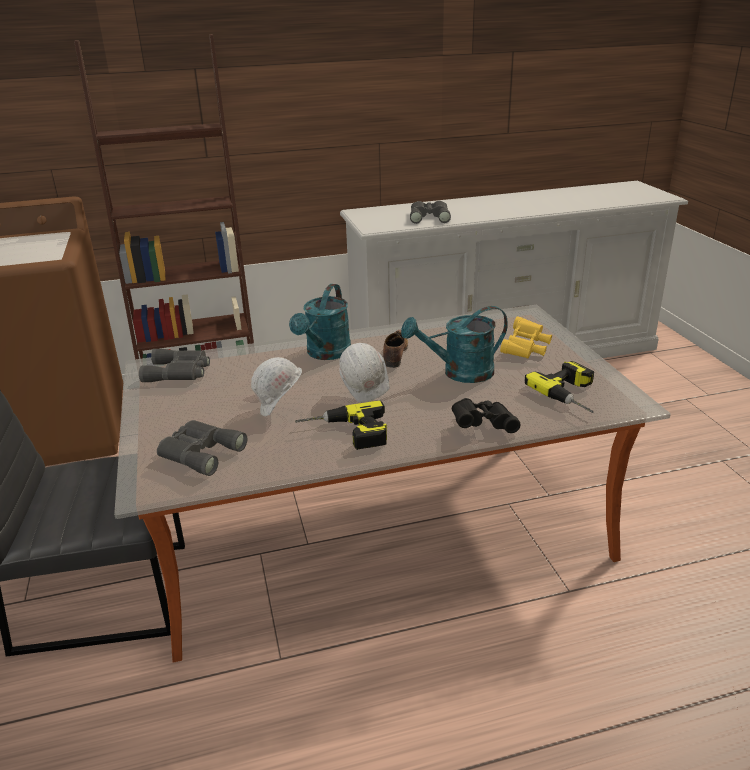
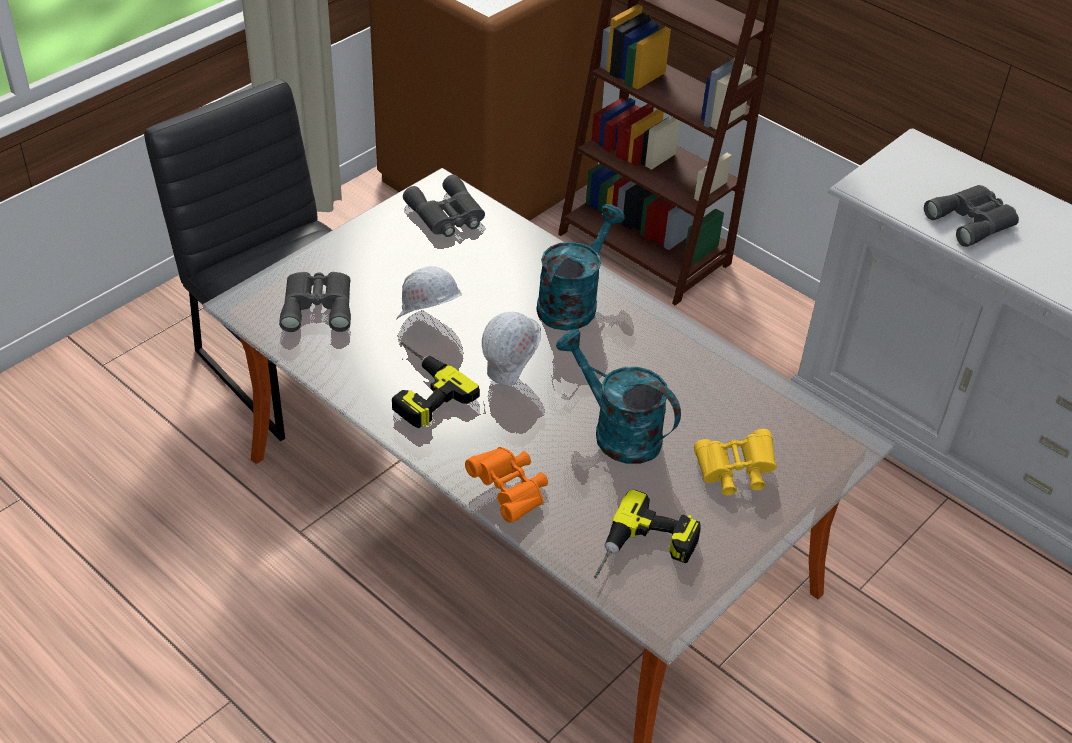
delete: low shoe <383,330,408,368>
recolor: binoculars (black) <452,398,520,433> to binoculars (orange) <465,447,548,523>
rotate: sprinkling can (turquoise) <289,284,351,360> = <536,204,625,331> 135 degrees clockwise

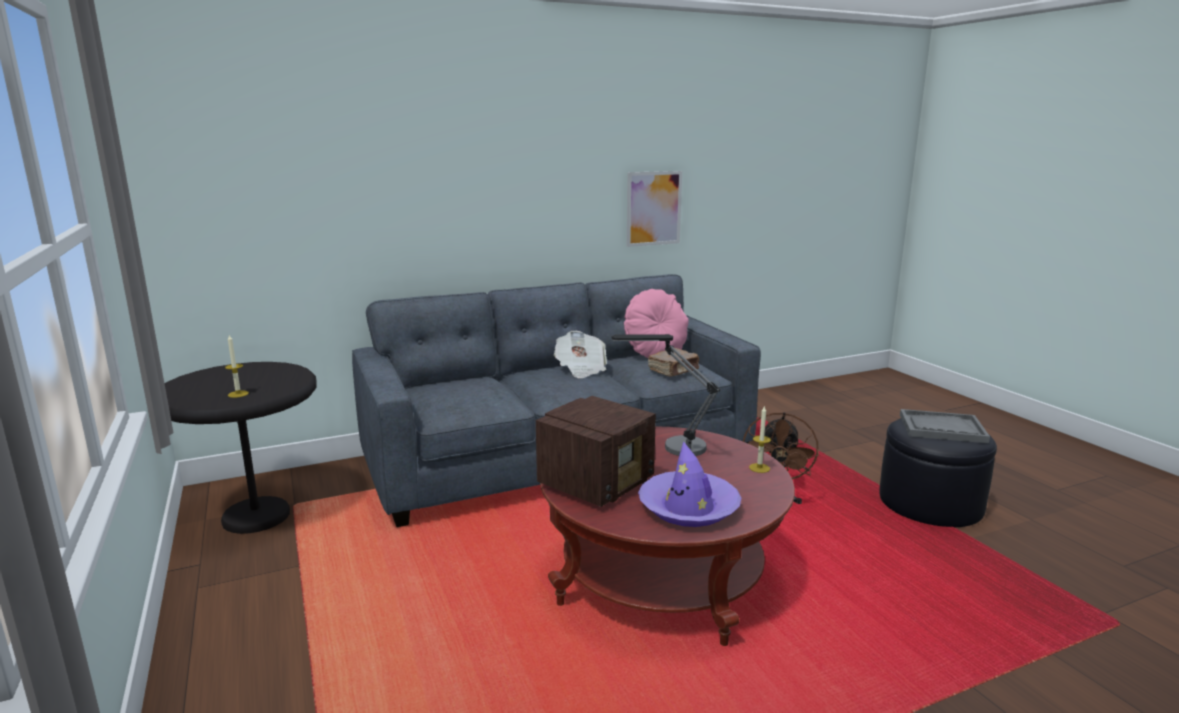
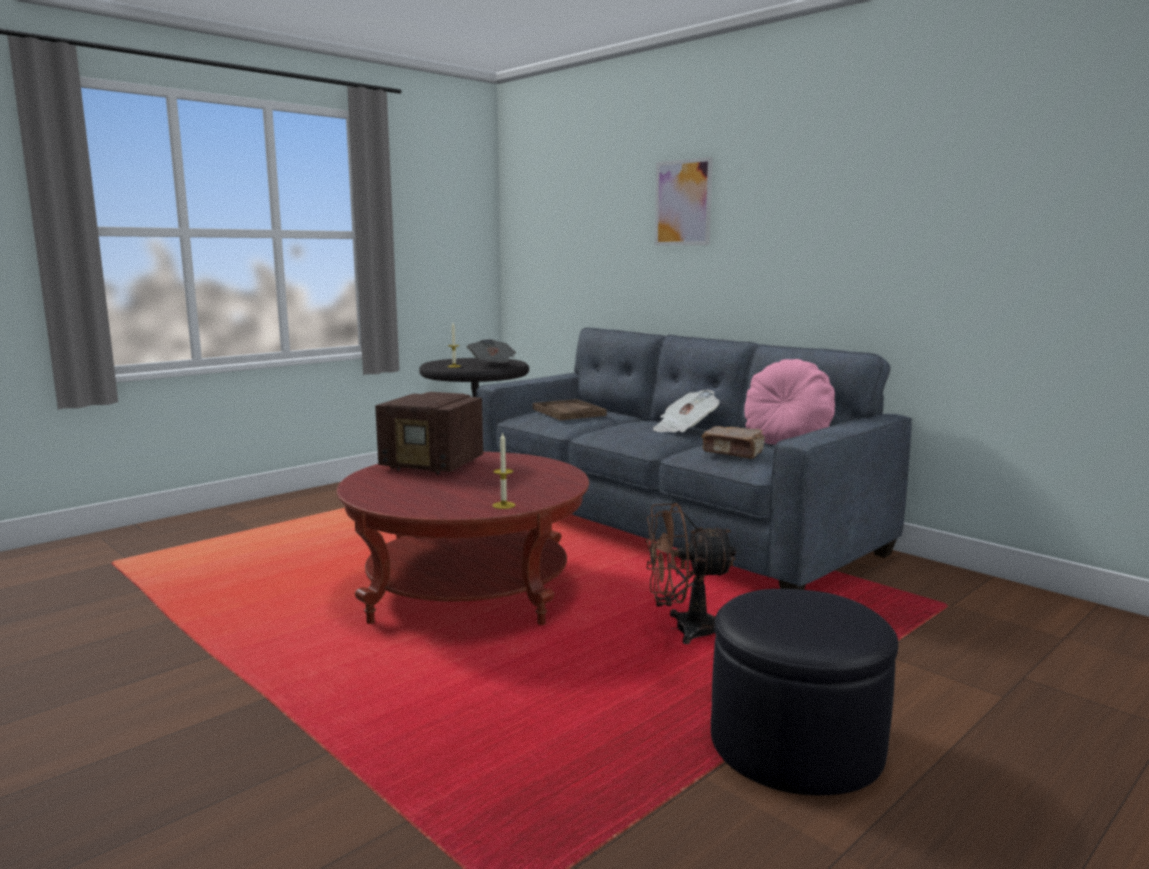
delete: lamp for a table <611,334,720,456>; serving tray (grey) <900,409,990,443>; wearable hat (purple-coloured) <638,441,741,527>
insert: printed paper <467,339,516,363>; serving tray (brown) <533,399,607,420>
move: picture <627,171,682,247> to <655,157,713,245>

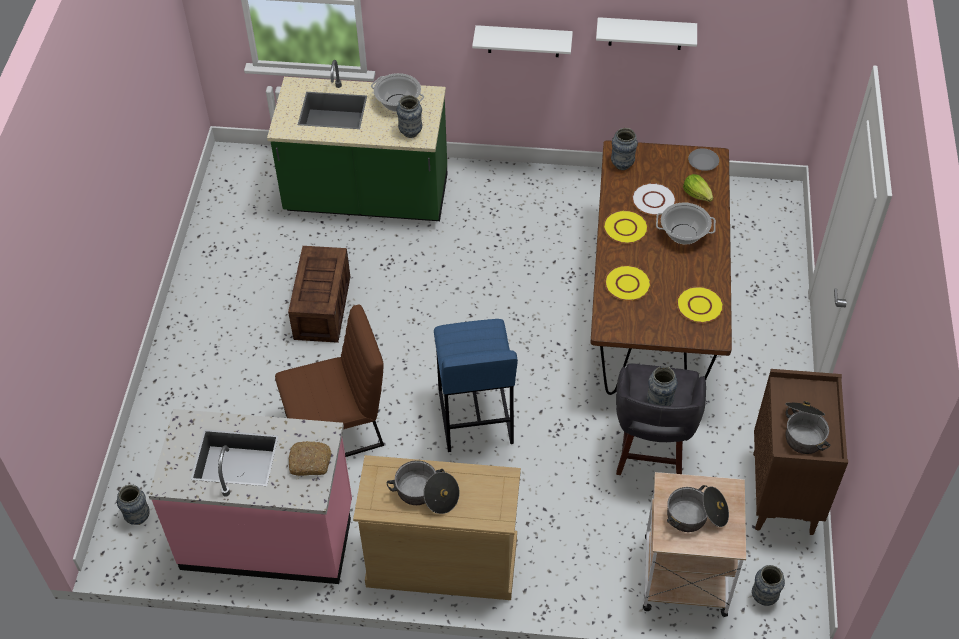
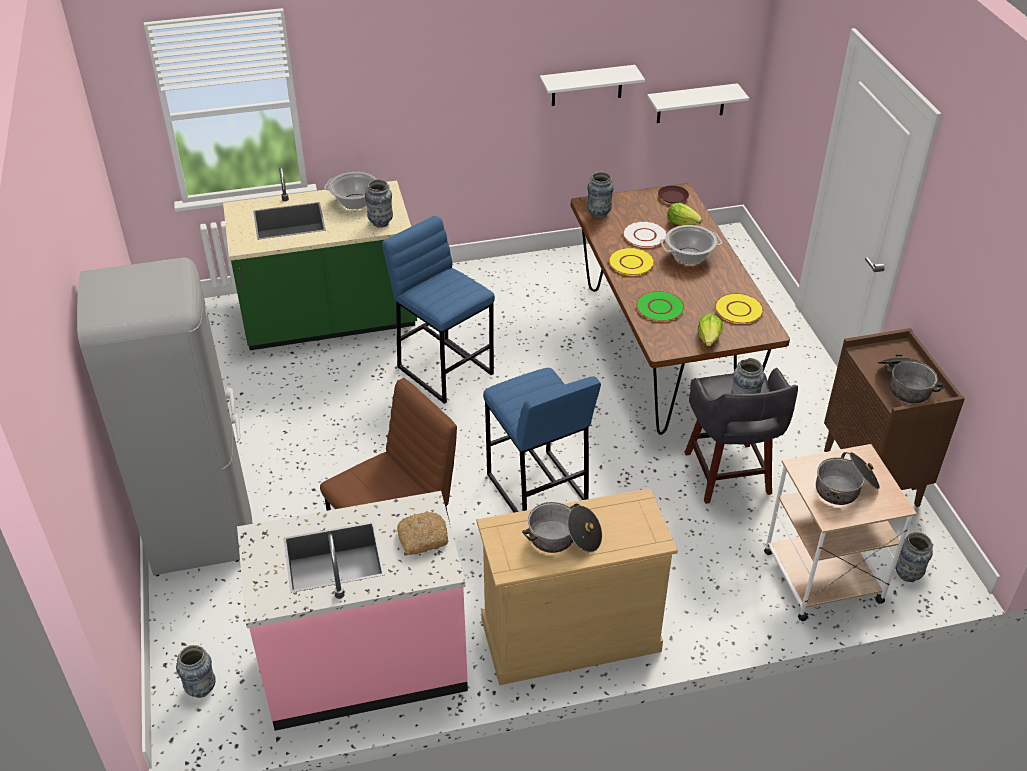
delete: shipping crate <288,246,350,343>
insert: stool seat (blue-coloured) <382,215,495,404>; kitchen fridge (grey) <77,258,253,576>; lettuce <698,313,723,346>
move: shelf (white-coloured) <472,25,573,57> to <647,83,749,123>
recolor: plate (grey) <688,148,719,171> to plate (brown) <658,185,689,204>; plate (yellow-coloured) <605,265,651,301> to plate (green-coloured) <636,291,685,321>

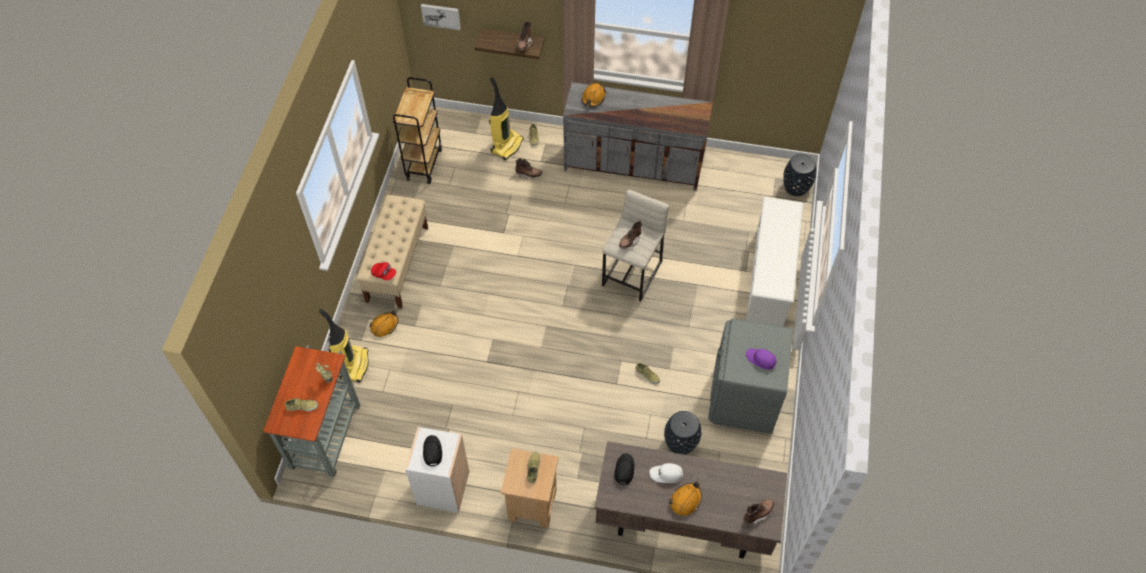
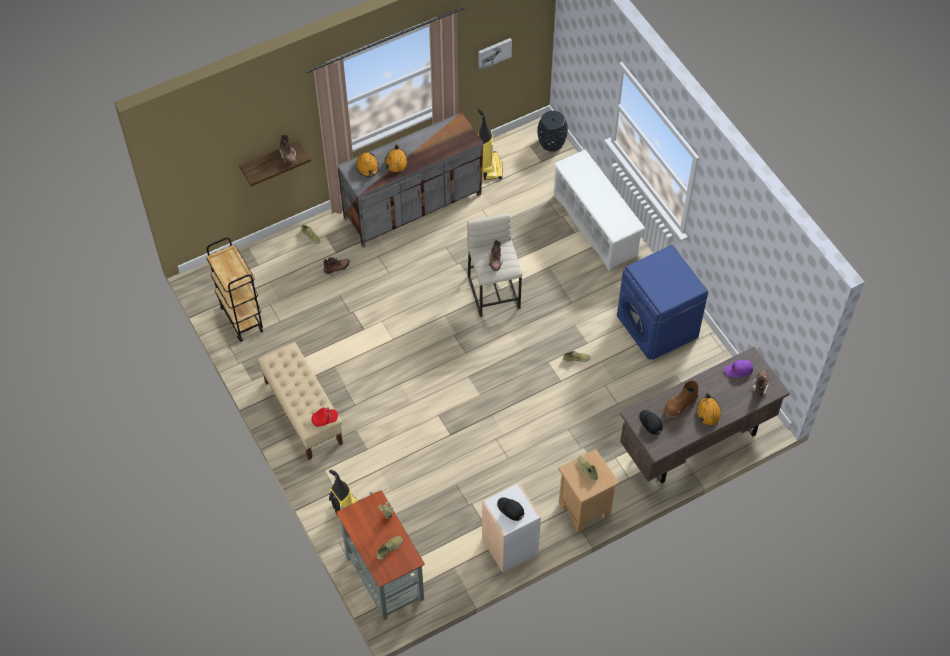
delete: stool seat (black) <664,411,701,455>
move: picture <421,4,461,30> to <478,38,512,70>; vacuum <489,77,524,160> to <477,108,503,180>; hard hat (orange) <369,310,398,337> to <385,144,408,173>; cap (purple-coloured) <746,349,776,370> to <724,360,753,378>
replace: cap (white-coloured) <649,463,683,483> to boot (brown) <664,381,699,418>
recolor: laundry machine (grey) <708,319,793,434> to laundry machine (blue-coloured) <617,245,708,360>

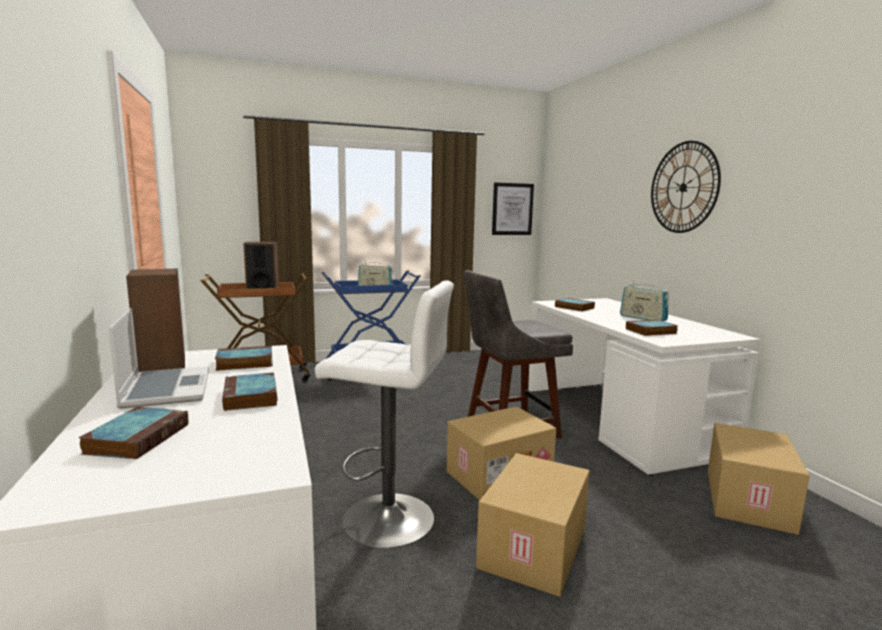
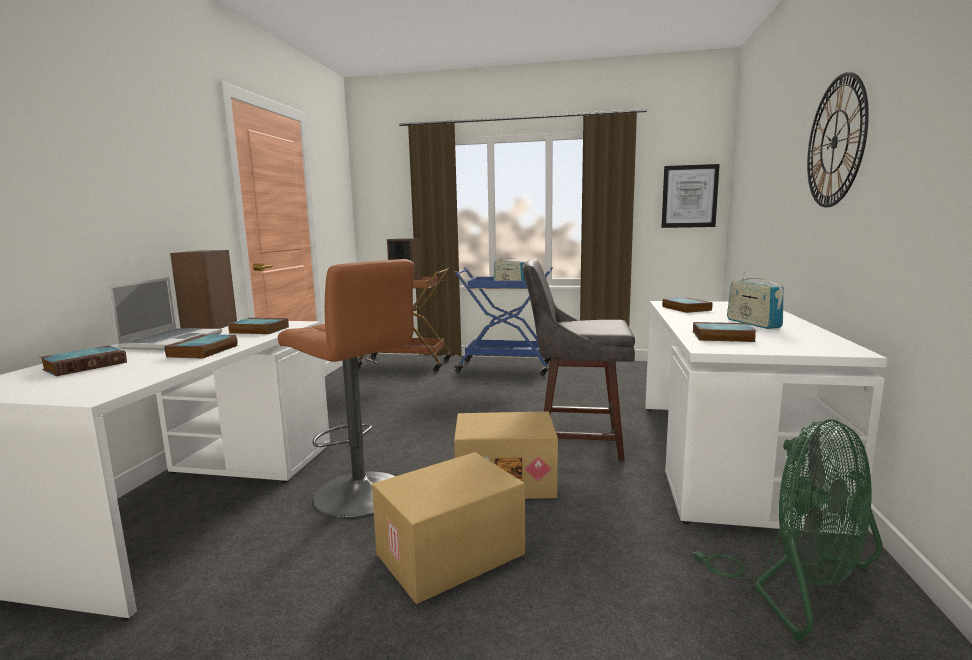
replace: carton <708,423,810,535> to cooling fan (green-coloured) <693,419,883,642>
recolor: stool seat (white-coloured) <315,280,454,548> to stool seat (brown) <278,259,414,517>

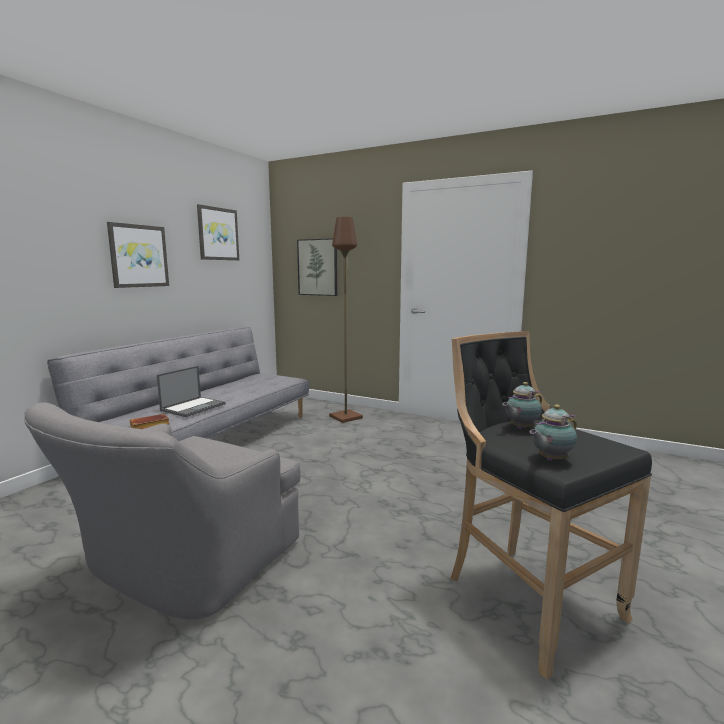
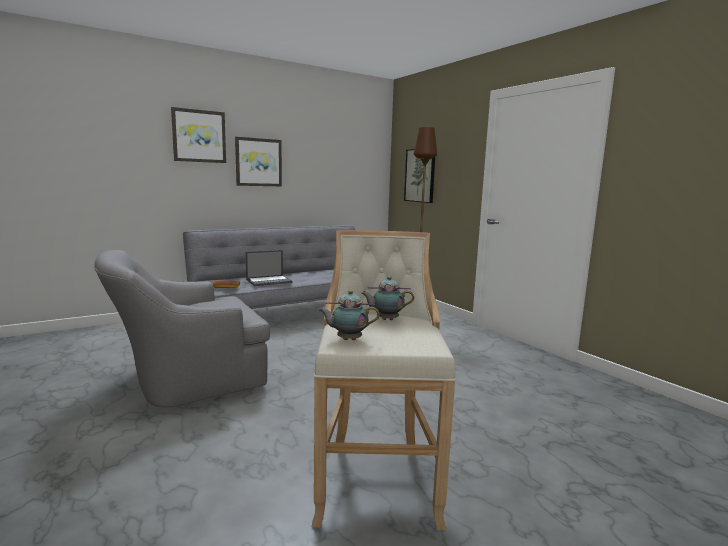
move: picture <197,204,239,260> to <171,107,226,163>
recolor: stool seat (black) <451,331,652,680> to stool seat (beige-coloured) <312,230,456,530>

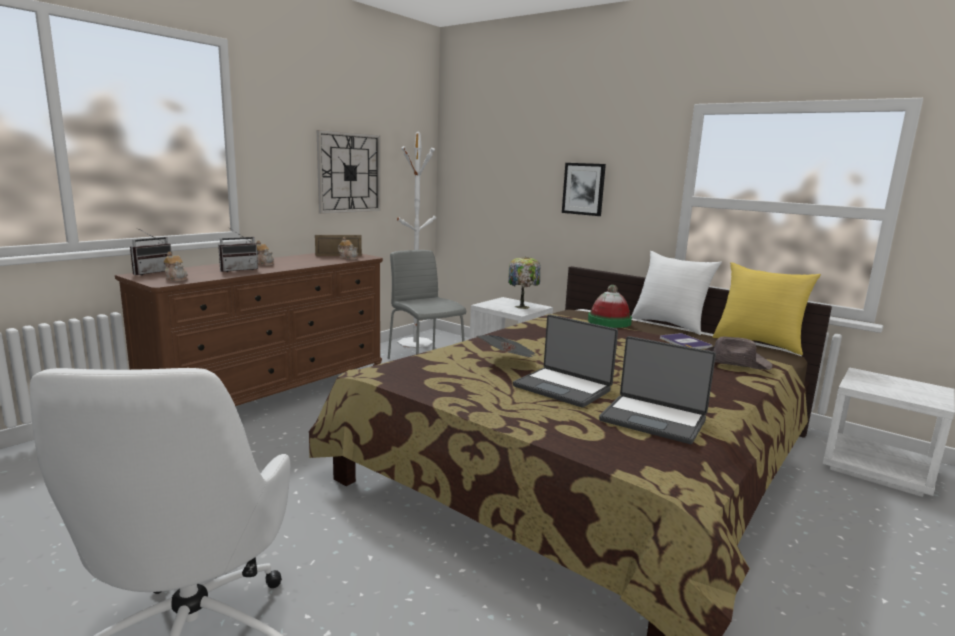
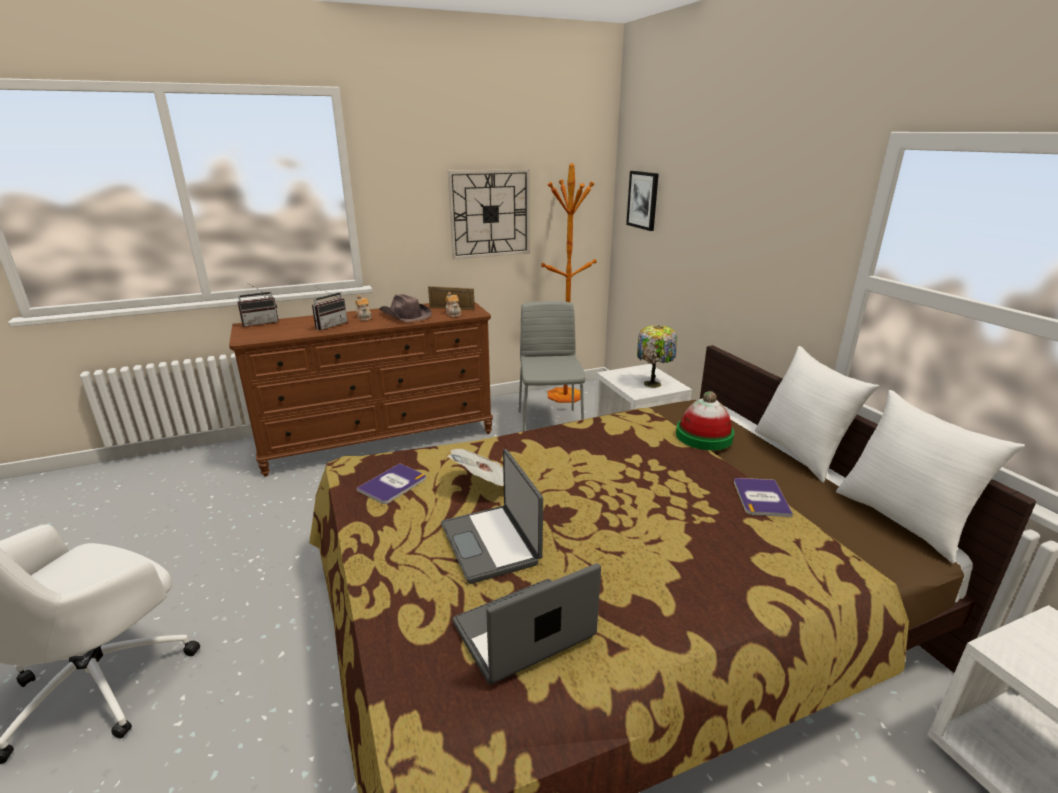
delete: tea pot <163,252,188,282>
insert: bound book <356,463,426,504>
move: picture <562,163,606,216> to <626,171,659,231>; wearable hat (brown) <705,337,773,370> to <380,294,432,322>
recolor: clothes rack (white-coloured) <397,132,436,348> to clothes rack (orange) <541,163,597,403>; throw pillow (yellow-coloured) <713,262,821,355> to throw pillow (white-coloured) <836,390,1025,564>
rotate: radio set <218,227,258,272> = <312,286,348,330> 45 degrees counterclockwise; portable computer <599,336,716,444> = <453,563,601,685> 90 degrees clockwise

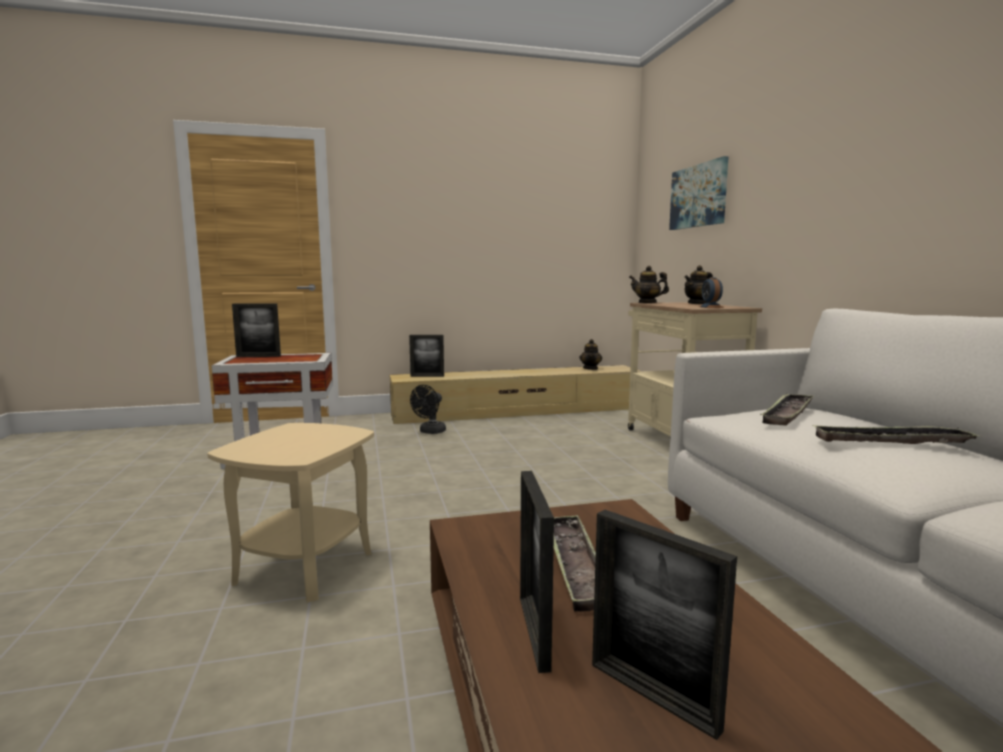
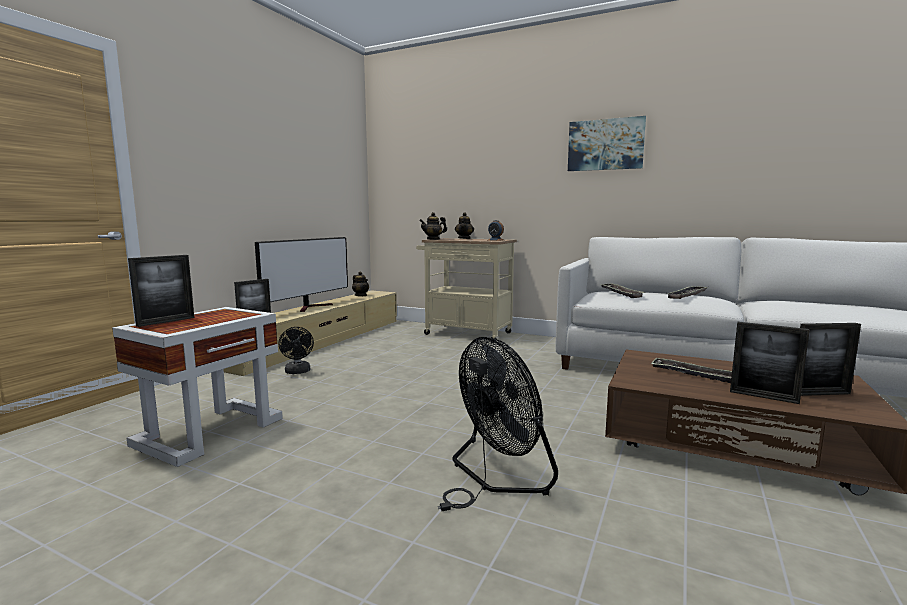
insert: TV <255,237,348,312>
move: picture <669,156,729,230> to <568,116,646,171>
replace: accent table (beige-coloured) <207,423,374,603> to cooling fan (black) <437,337,558,511>

